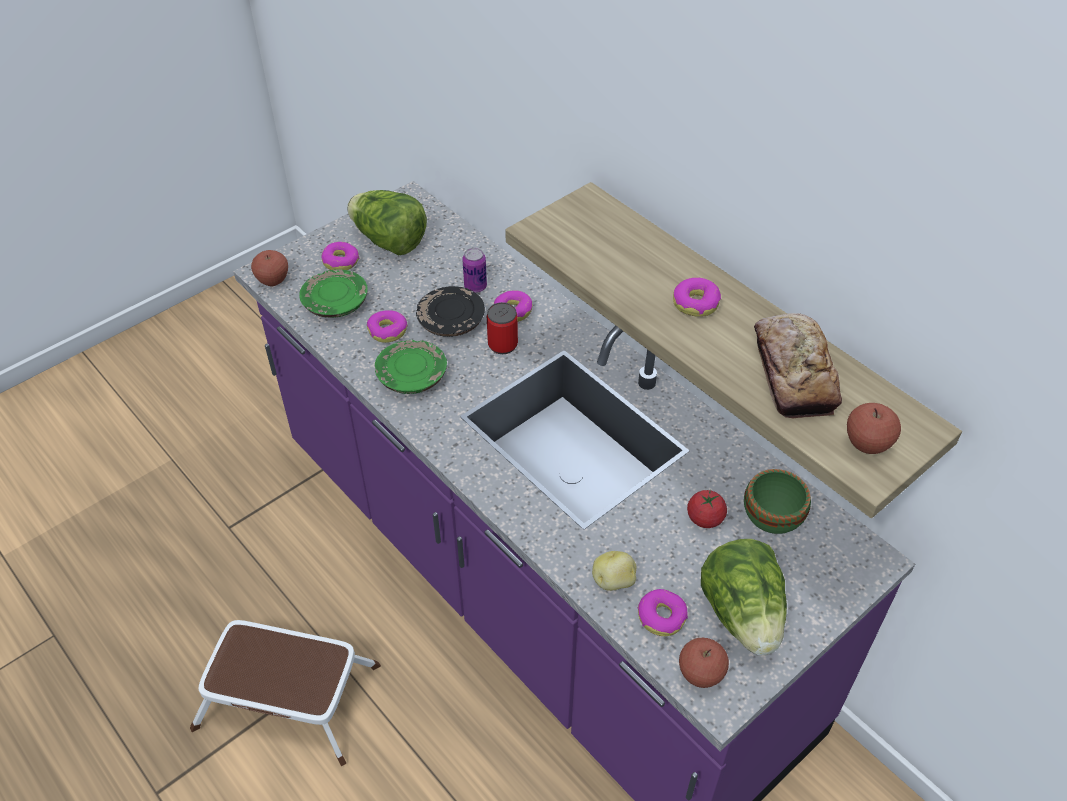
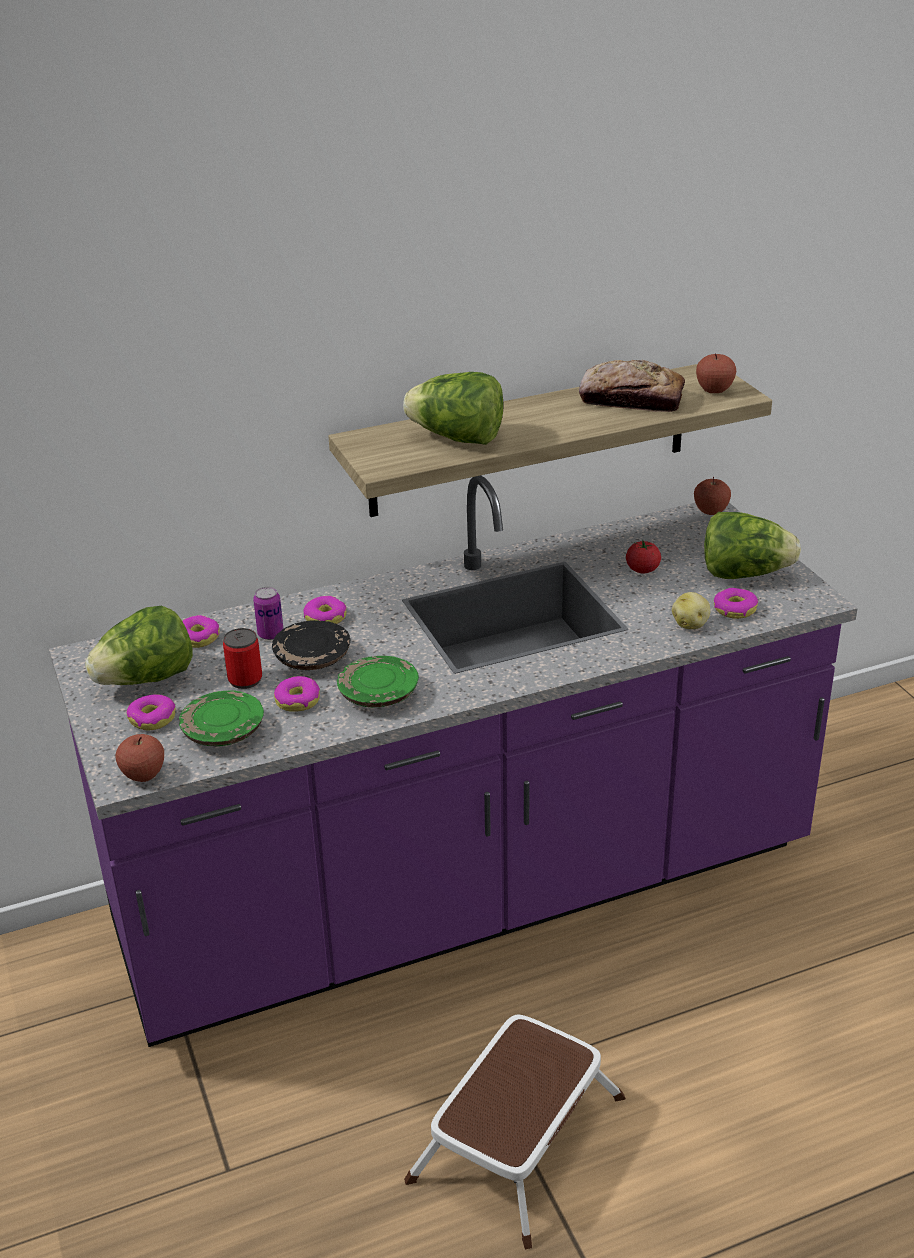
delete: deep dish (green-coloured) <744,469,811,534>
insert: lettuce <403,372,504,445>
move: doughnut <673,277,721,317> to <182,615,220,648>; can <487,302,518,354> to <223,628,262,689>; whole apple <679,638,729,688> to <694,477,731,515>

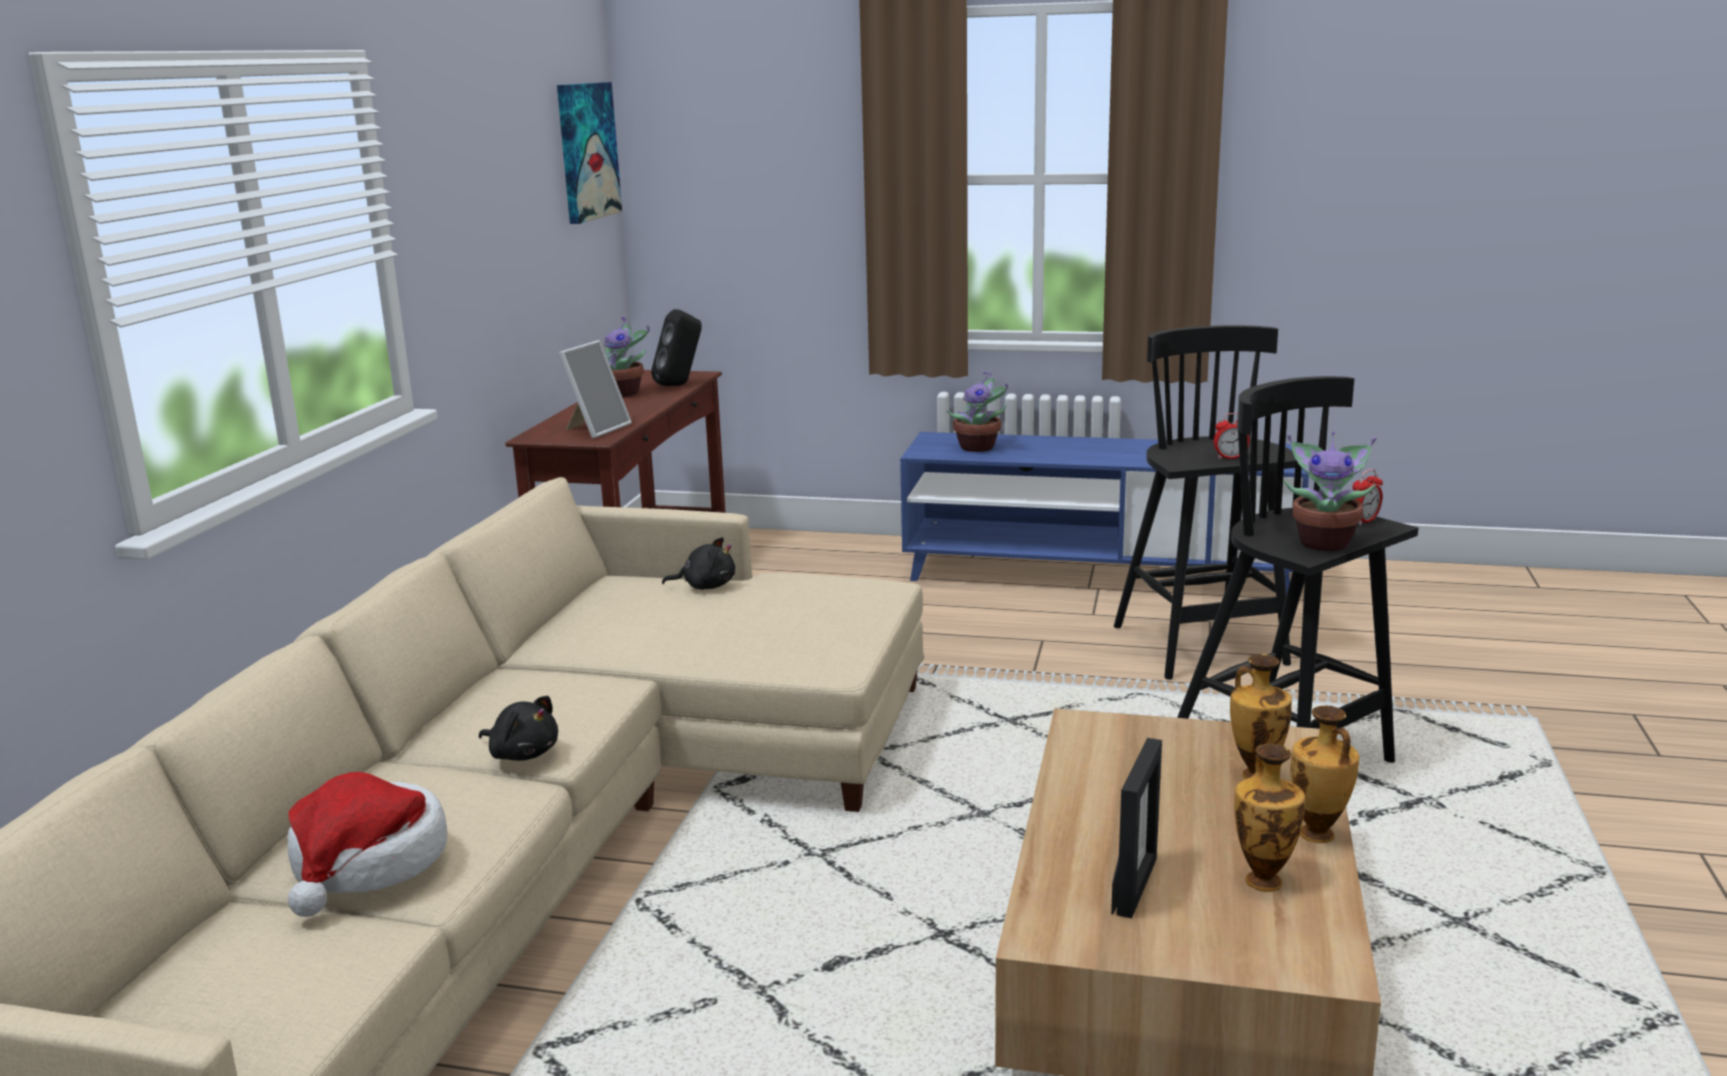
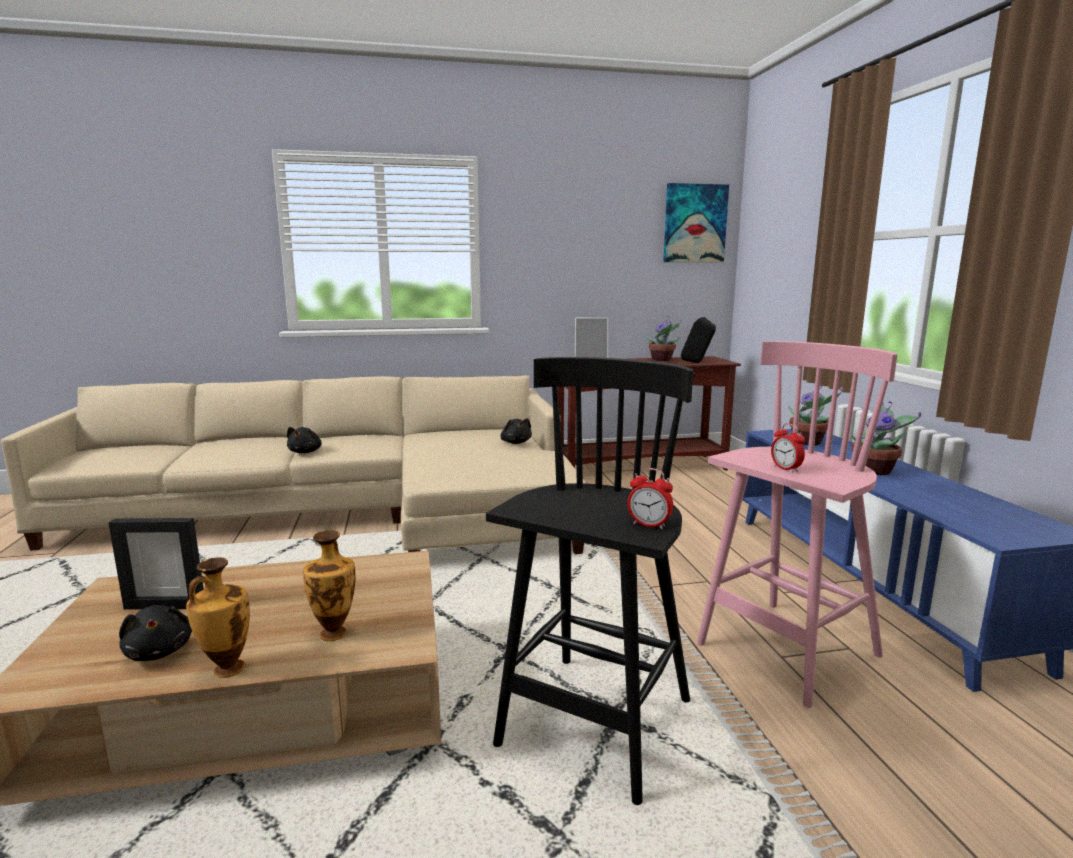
delete: wearable hat <287,772,447,917>
move: houseplant <1284,432,1376,551> to <852,401,921,475>
replace: flower vase <1234,744,1305,892> to plush toy (black) <119,605,192,661>
recolor: stool seat (black) <1114,325,1296,680> to stool seat (pink-coloured) <697,341,898,708>

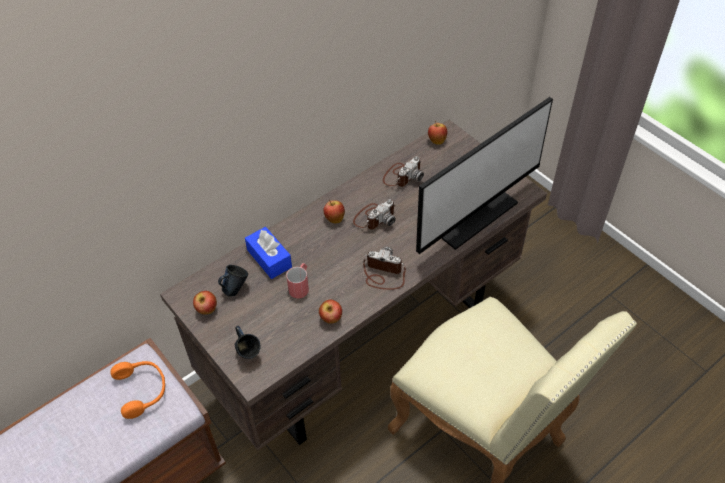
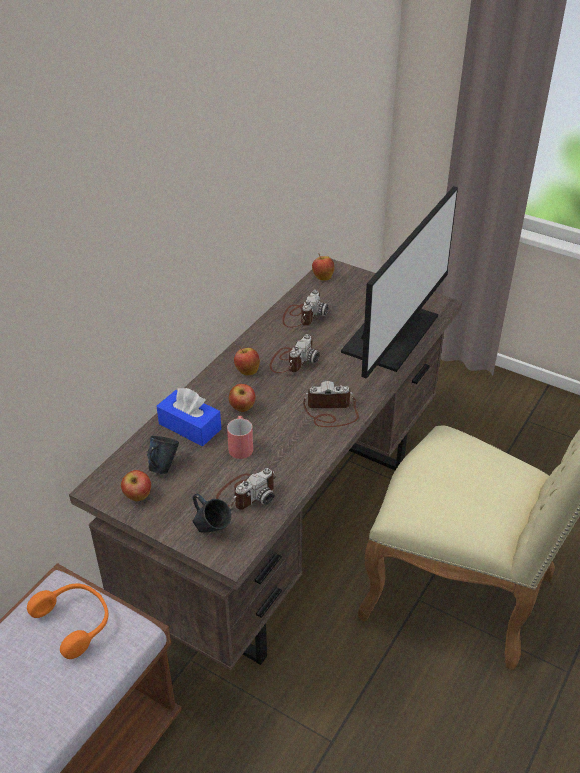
insert: photo camera <216,468,276,510>
move: whole apple <319,300,342,324> to <229,384,255,412>

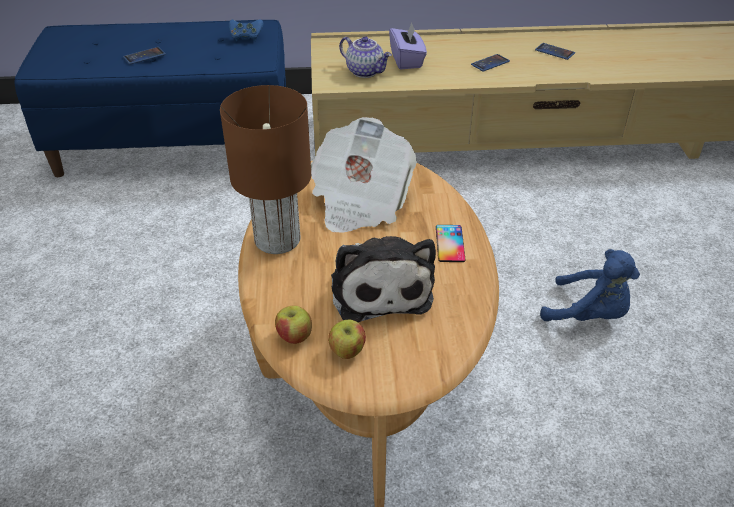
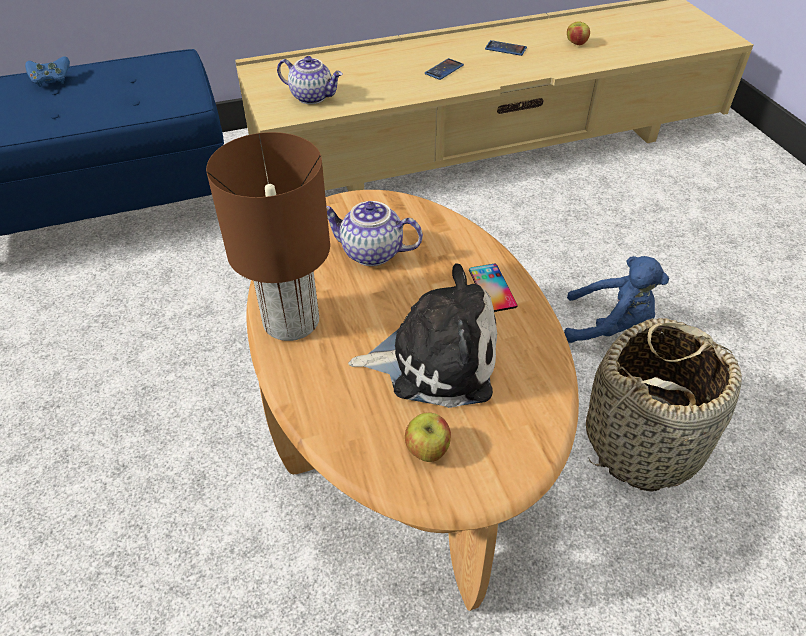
delete: box of tissues (purple-coloured) <389,23,427,70>; phone <123,47,166,65>
insert: basket <586,318,742,491>
move: joypad (blue-coloured) <229,19,263,41> to <25,56,70,87>; whole apple <275,306,312,344> to <567,21,590,45>
replace: printed paper <311,117,417,232> to tea pot <326,201,423,266>
rotate: plush toy <331,236,436,322> = <348,263,497,408> 60 degrees counterclockwise

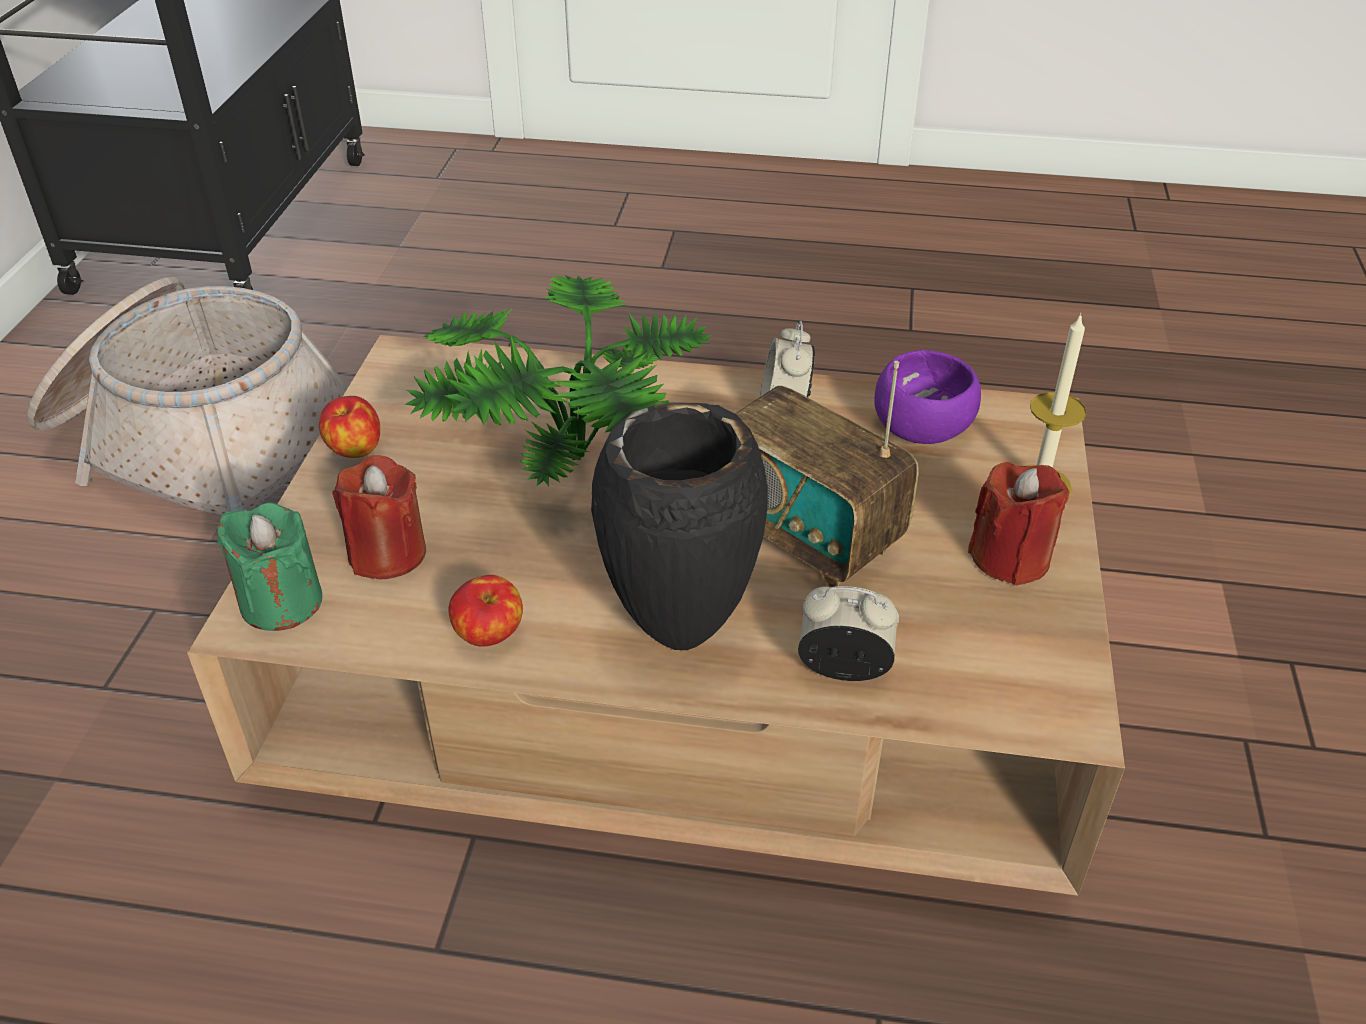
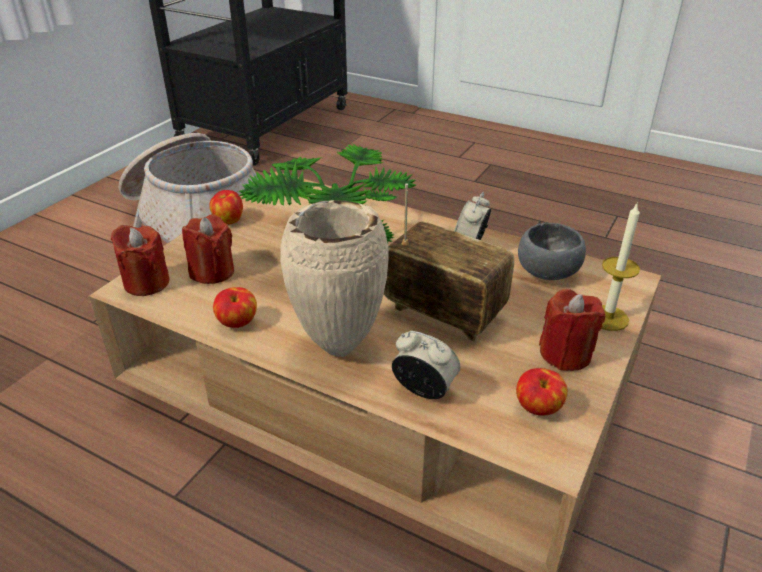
insert: whole apple <516,368,568,416>
recolor: deep dish (purple-coloured) <874,350,981,444> to deep dish (grey) <518,223,586,280>; flower vase (black) <591,402,768,650> to flower vase (beige-coloured) <280,200,389,357>; candle (green-coloured) <218,502,322,631> to candle (reddish) <111,225,170,296>
rotate: radio set <735,361,919,587> = <384,183,514,342> 150 degrees clockwise

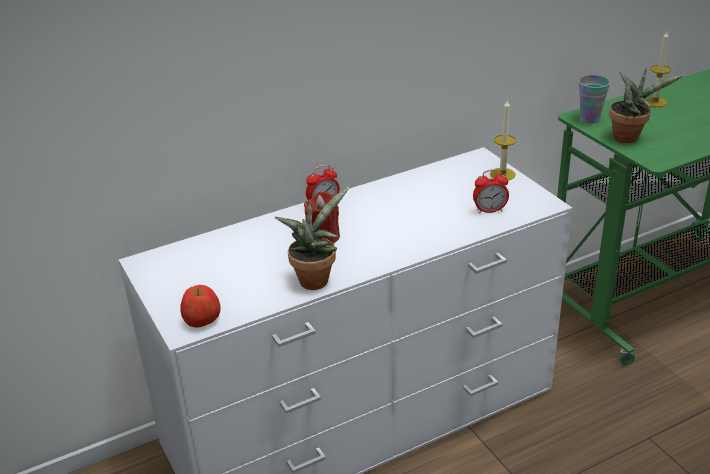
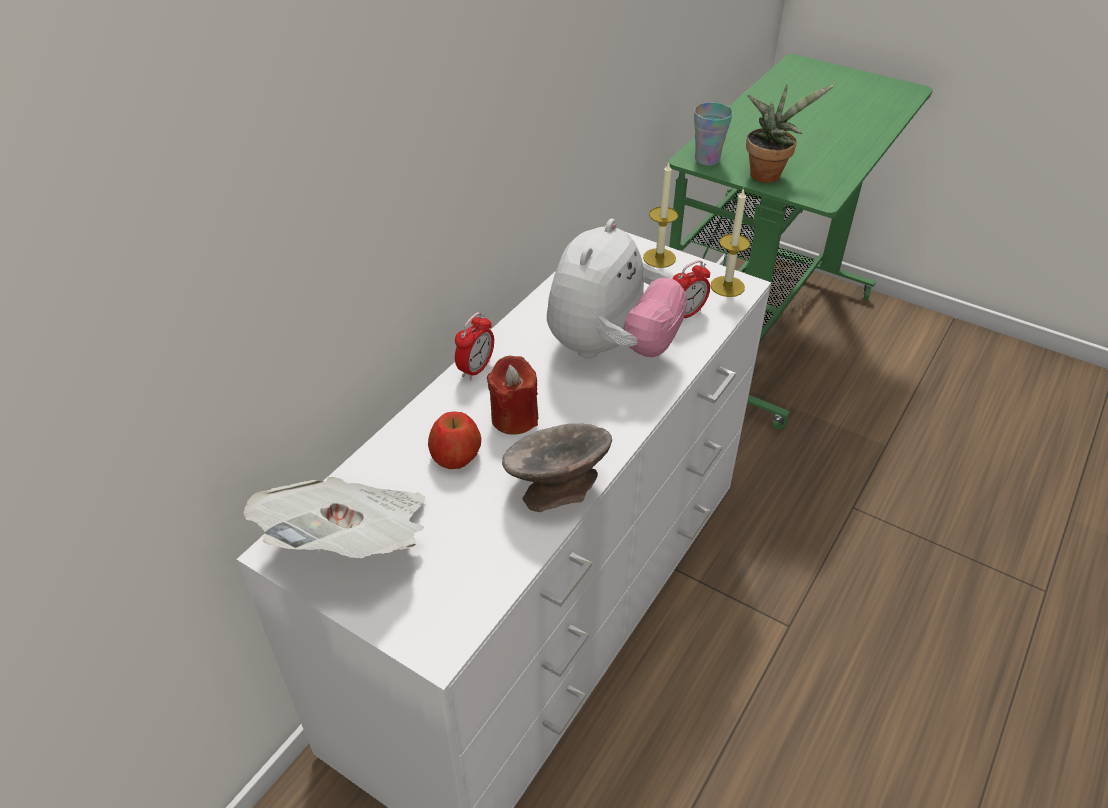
insert: plush toy <547,219,688,358>; printed paper <244,477,425,558>
move: candle <647,32,671,107> to <710,188,750,297>; whole apple <180,285,220,328> to <428,411,481,469>
replace: houseplant <275,187,349,290> to deep dish (grey) <502,423,612,512>

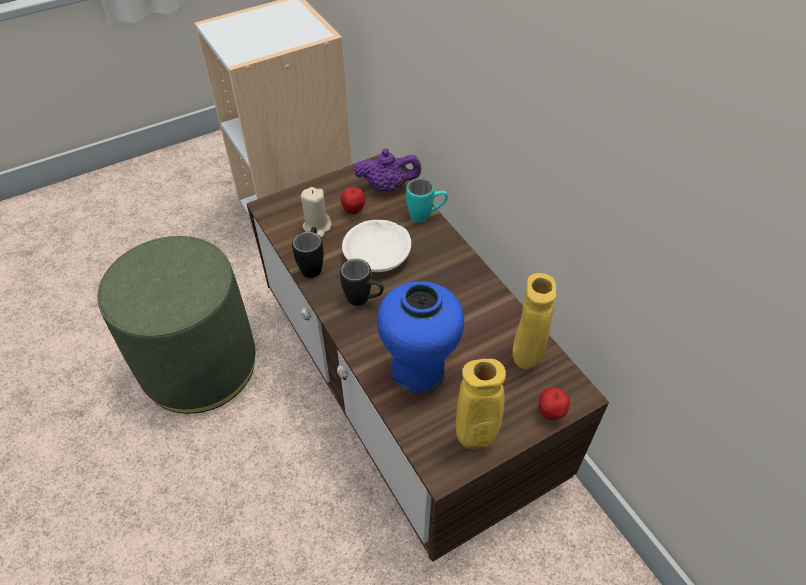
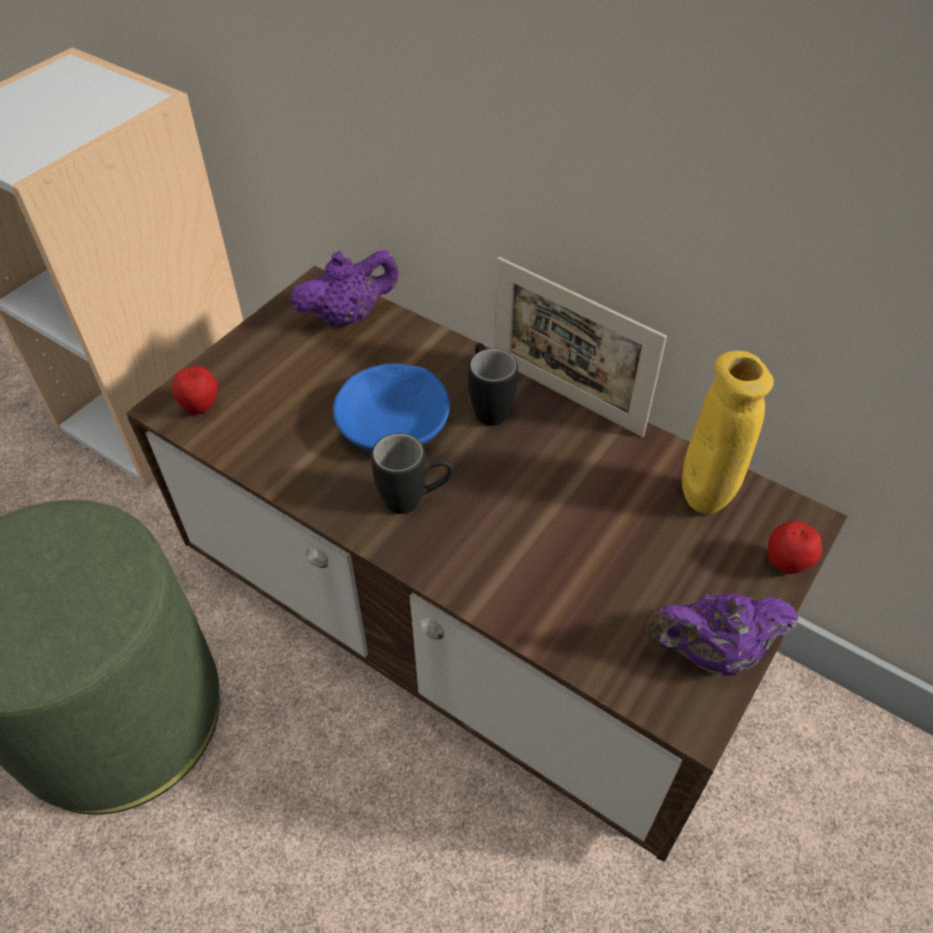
delete: tea mug (turquoise) <406,178,448,223>; candle (beige-coloured) <301,187,331,238>; flower vase (blue-coloured) <377,281,464,394>
insert: picture frame <494,257,667,437>
move: whole apple <341,187,365,215> to <172,366,217,415>; tea mug (black) <292,227,324,278> to <468,343,518,426>
replace: flower vase (yellow-coloured) <456,359,506,449> to tea pot (purple-coloured) <646,594,799,676>
recolor: deep dish (white-coloured) <342,220,411,272> to deep dish (blue-coloured) <333,364,450,451>

